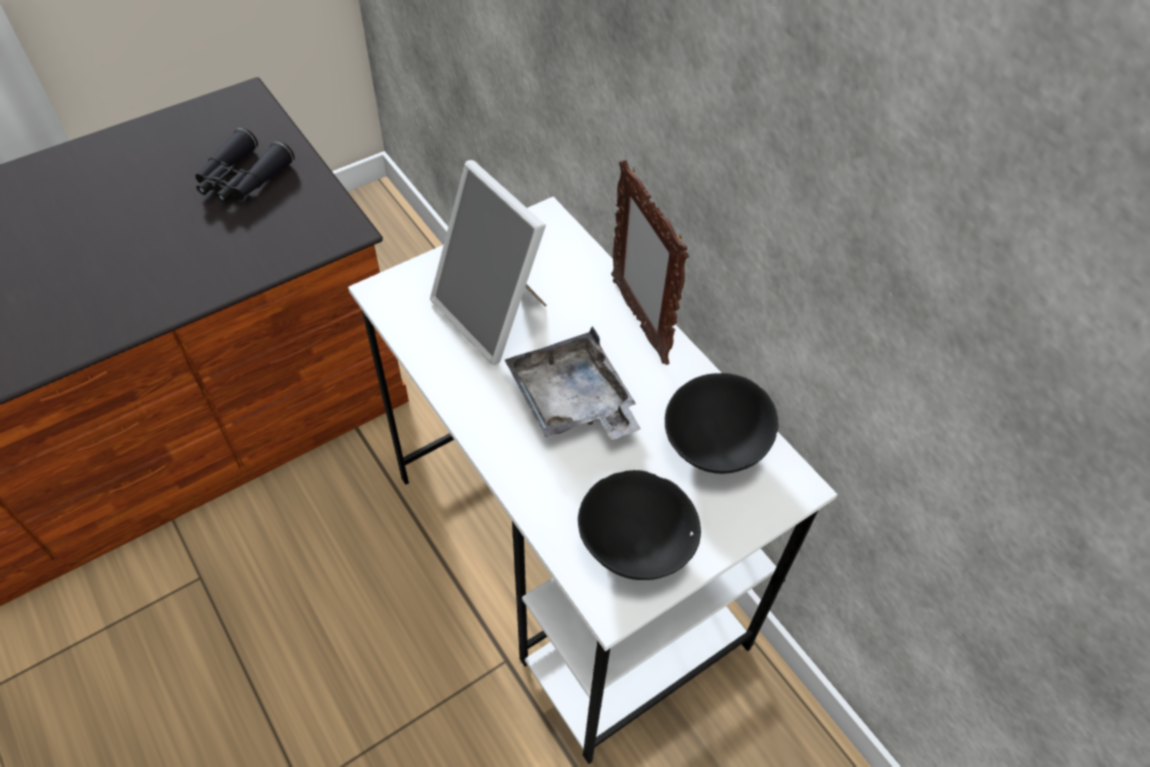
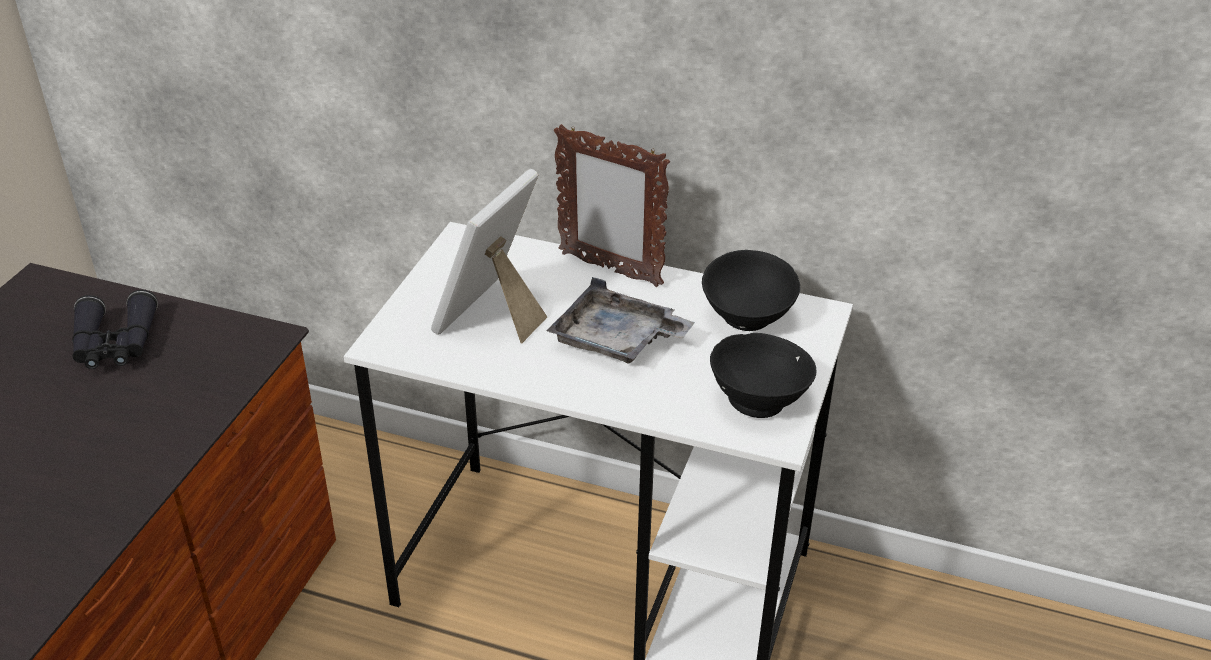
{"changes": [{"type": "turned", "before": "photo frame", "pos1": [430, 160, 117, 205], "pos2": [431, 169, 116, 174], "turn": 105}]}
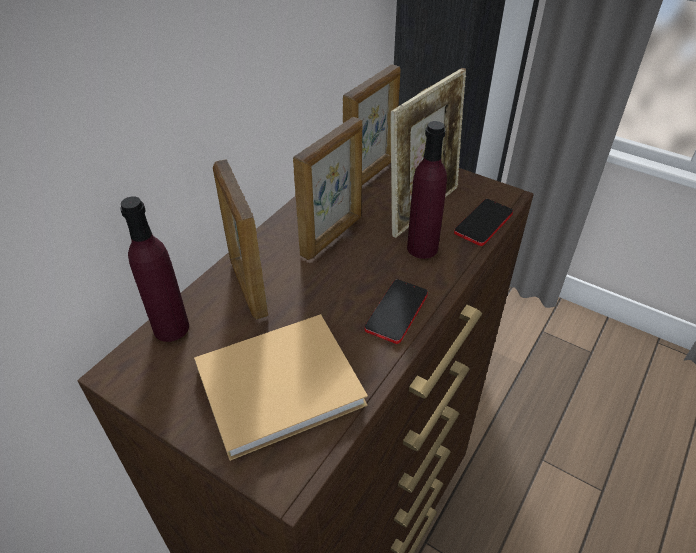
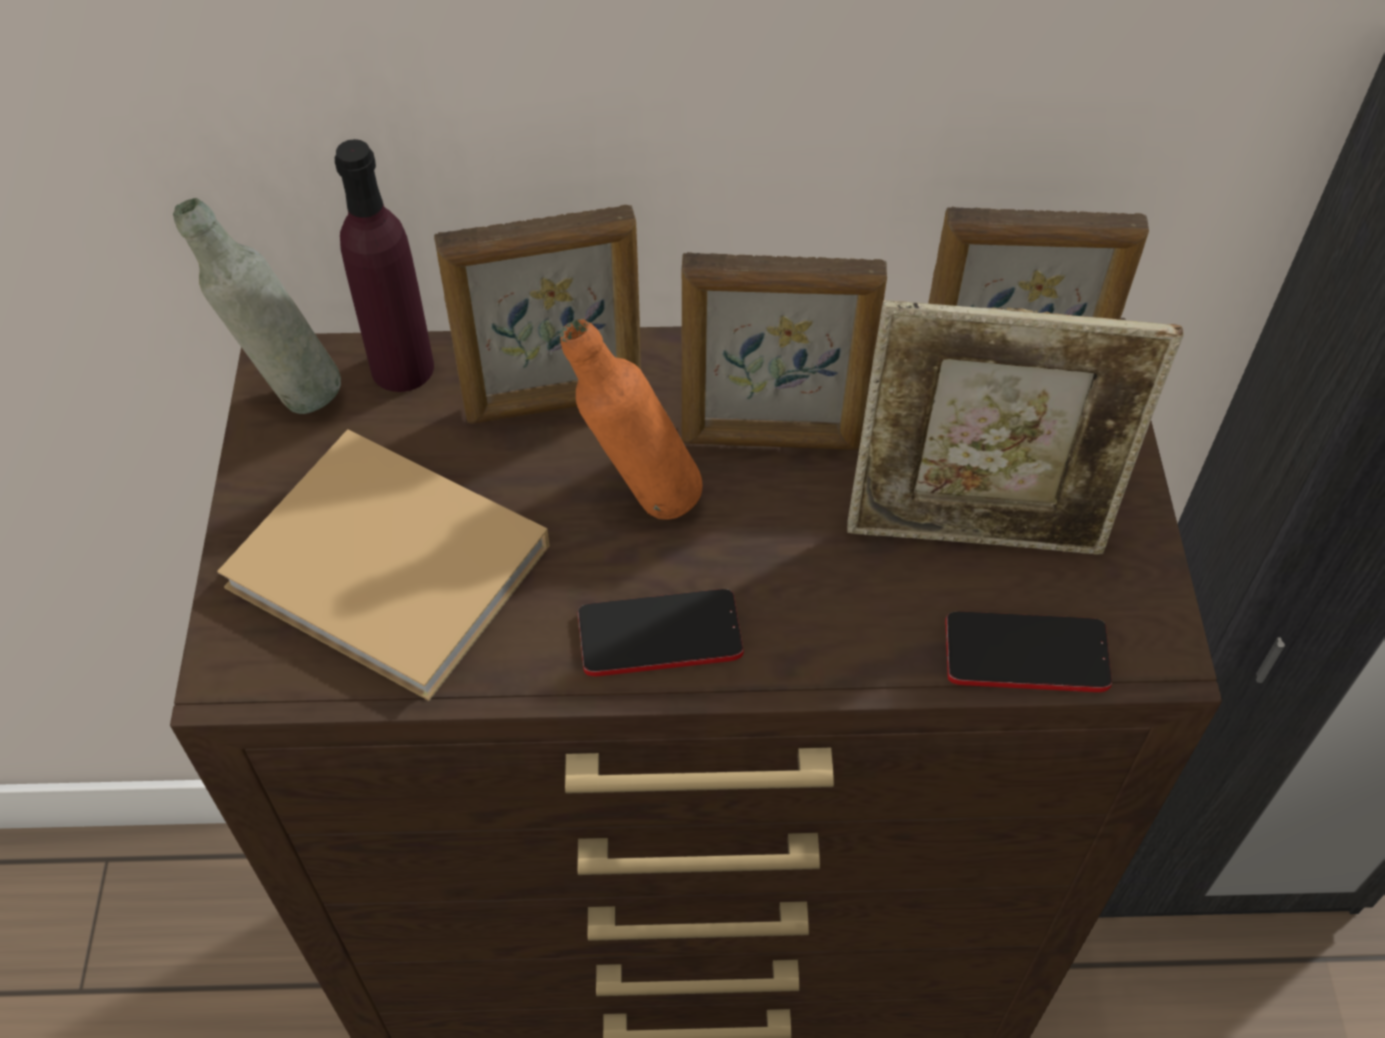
{"changes": [{"type": "removed", "before": "purple beverage bottle", "pos1": [407, 121, 40, 138]}, {"type": "added", "after": "greyish beverage bottle", "pos2": [173, 198, 168, 216]}, {"type": "added", "after": "orange beverage bottle", "pos2": [560, 319, 143, 201]}, {"type": "turned", "before": "photo frame", "pos1": [213, 159, 55, 160], "pos2": [434, 205, 207, 219], "turn": -135}]}
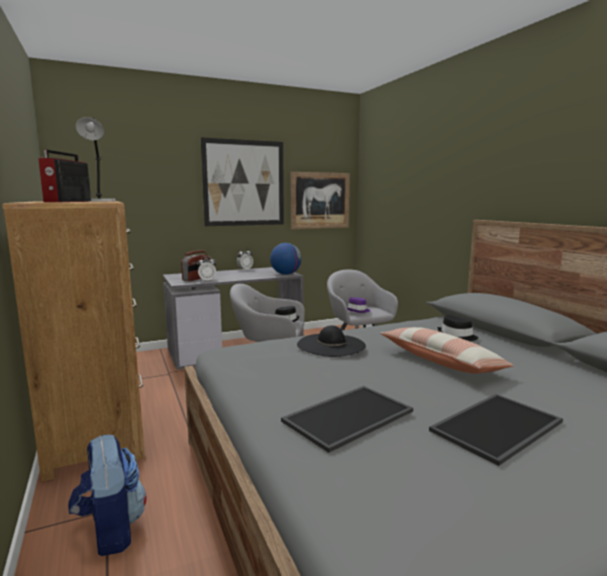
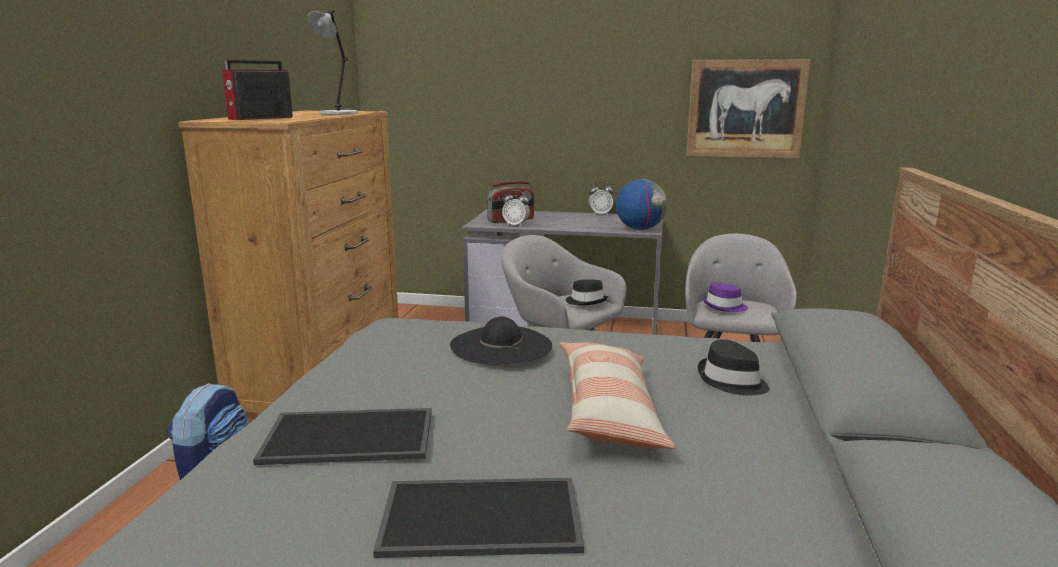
{"changes": [{"type": "removed", "before": "wall art", "pos1": [201, 137, 83, 89]}]}
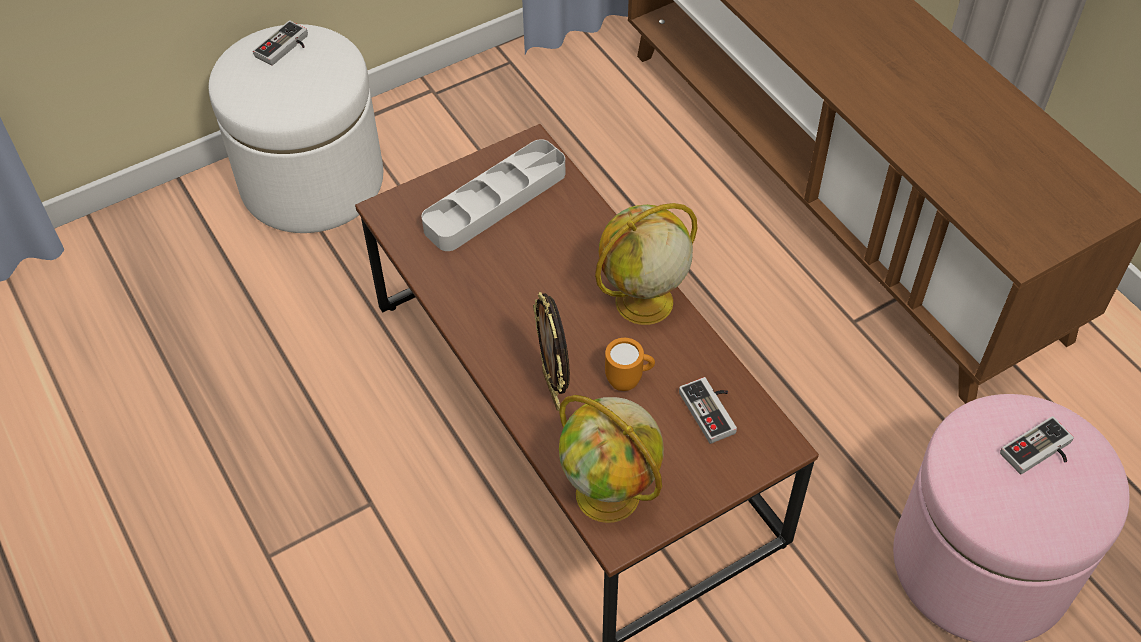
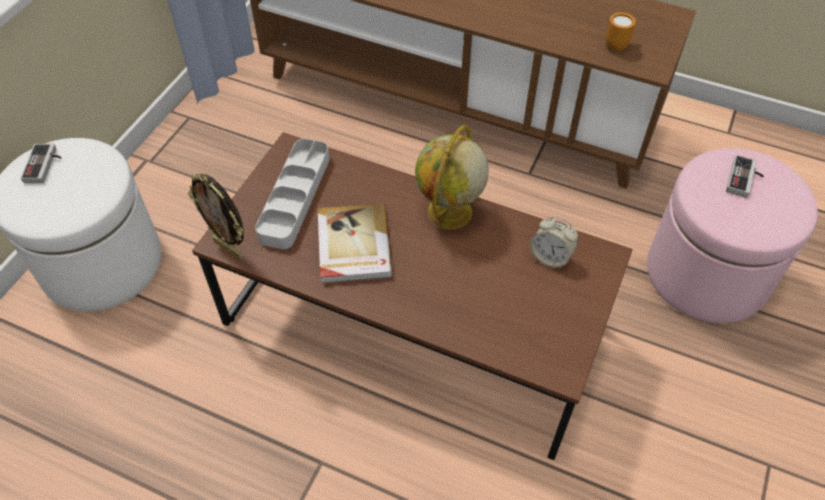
{"changes": [{"type": "removed", "before": "desk globe", "pos1": [559, 395, 105, 128]}, {"type": "added", "after": "book", "pos2": [318, 203, 75, 81]}, {"type": "moved", "before": "photo frame", "pos1": [533, 292, 37, 119], "pos2": [188, 174, 56, 86]}, {"type": "moved", "before": "orange tea mug", "pos1": [605, 338, 50, 53], "pos2": [606, 12, 30, 39]}, {"type": "replaced", "before": "game controller", "after": "table clock", "pos1": [679, 377, 58, 67], "pos2": [530, 216, 48, 52]}]}
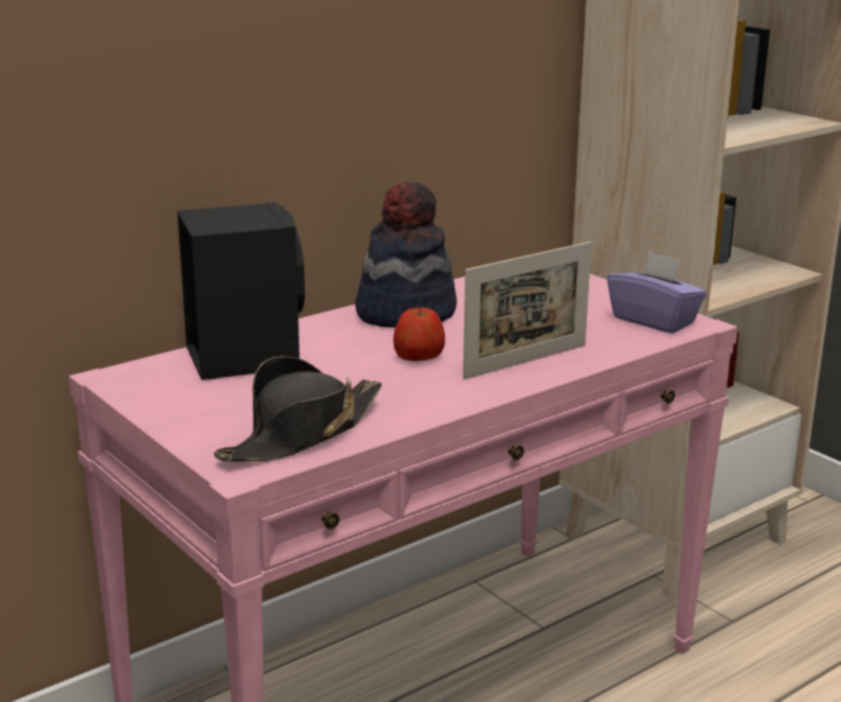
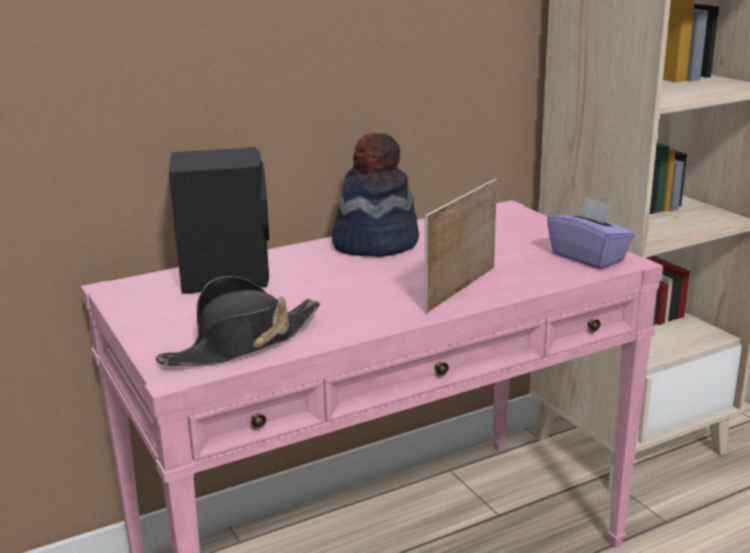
{"changes": [{"type": "removed", "before": "apple", "pos1": [393, 308, 52, 53]}, {"type": "turned", "before": "photo frame", "pos1": [463, 241, 129, 138], "pos2": [425, 178, 72, 135], "turn": 150}]}
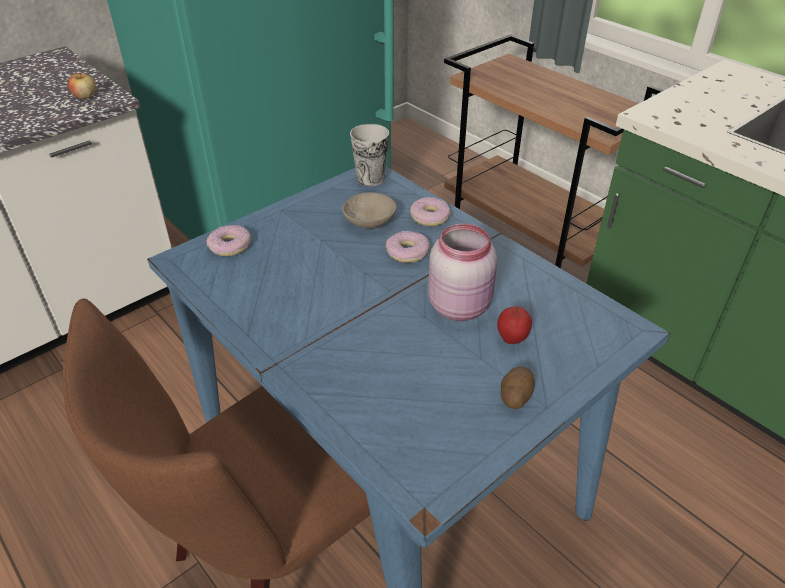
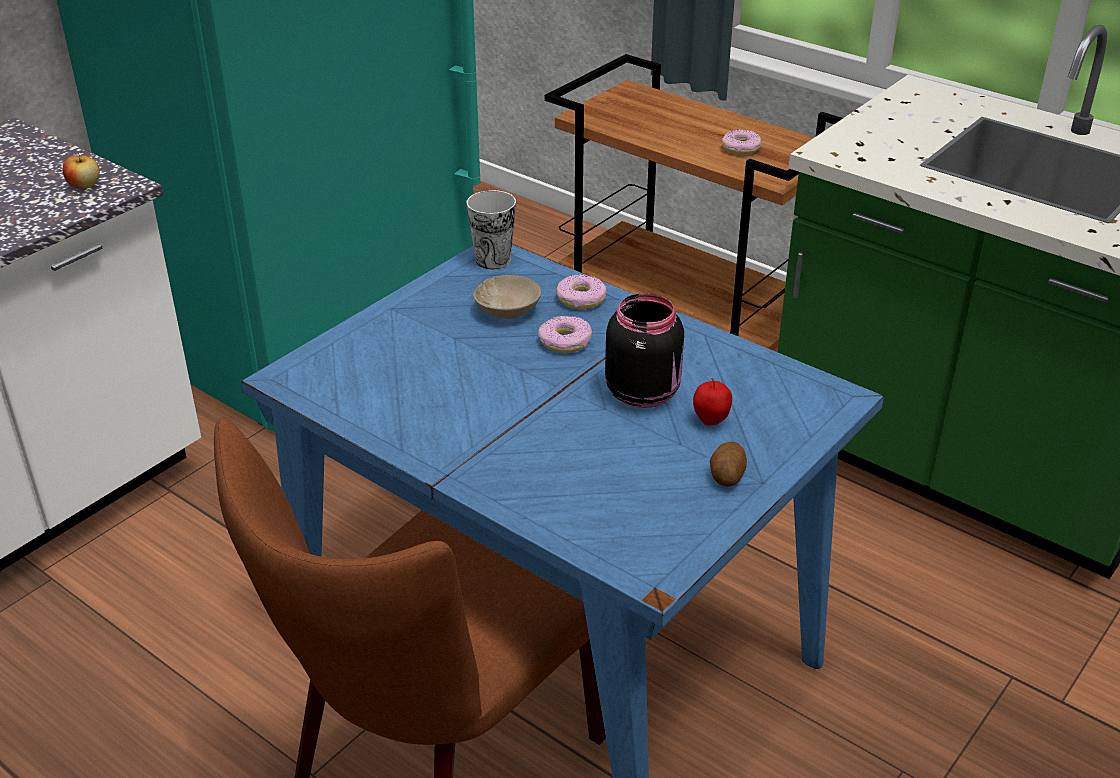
{"changes": [{"type": "moved", "before": "donut", "pos1": [207, 225, 44, 31], "pos2": [722, 129, 39, 26]}, {"type": "recoloured", "before": "pink-coloured jar", "after": "black-coloured jar", "pos1": [428, 223, 69, 98], "pos2": [605, 293, 79, 115]}]}
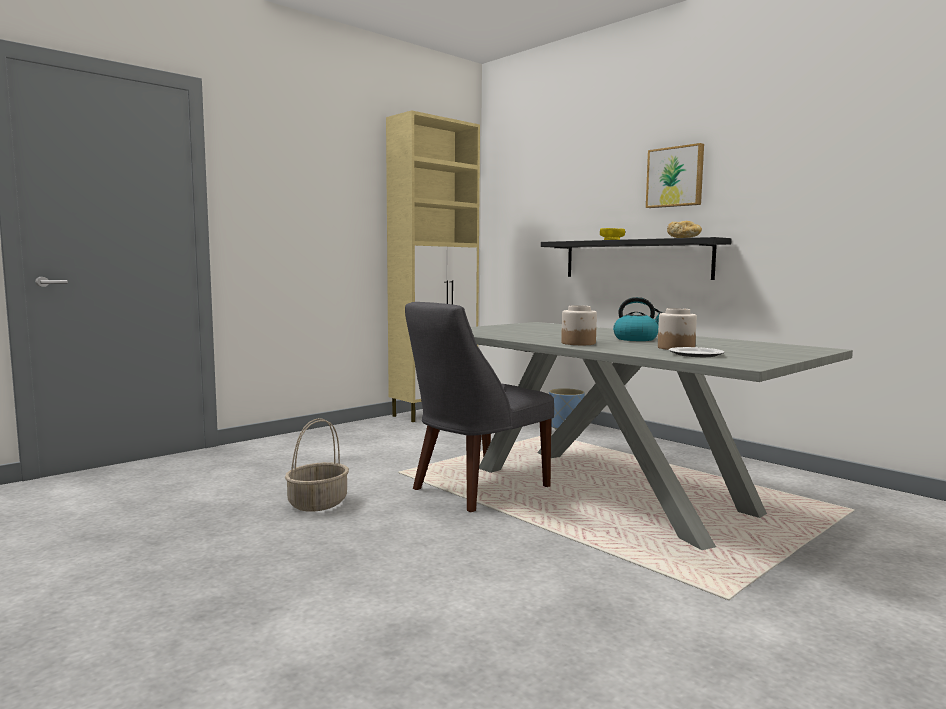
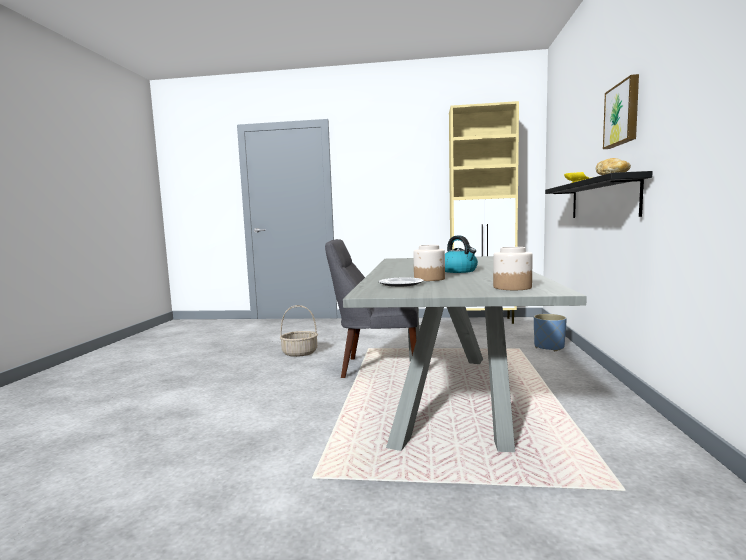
{"changes": [{"type": "moved", "before": "jar", "pos1": [561, 305, 36, 40], "pos2": [493, 247, 40, 43]}]}
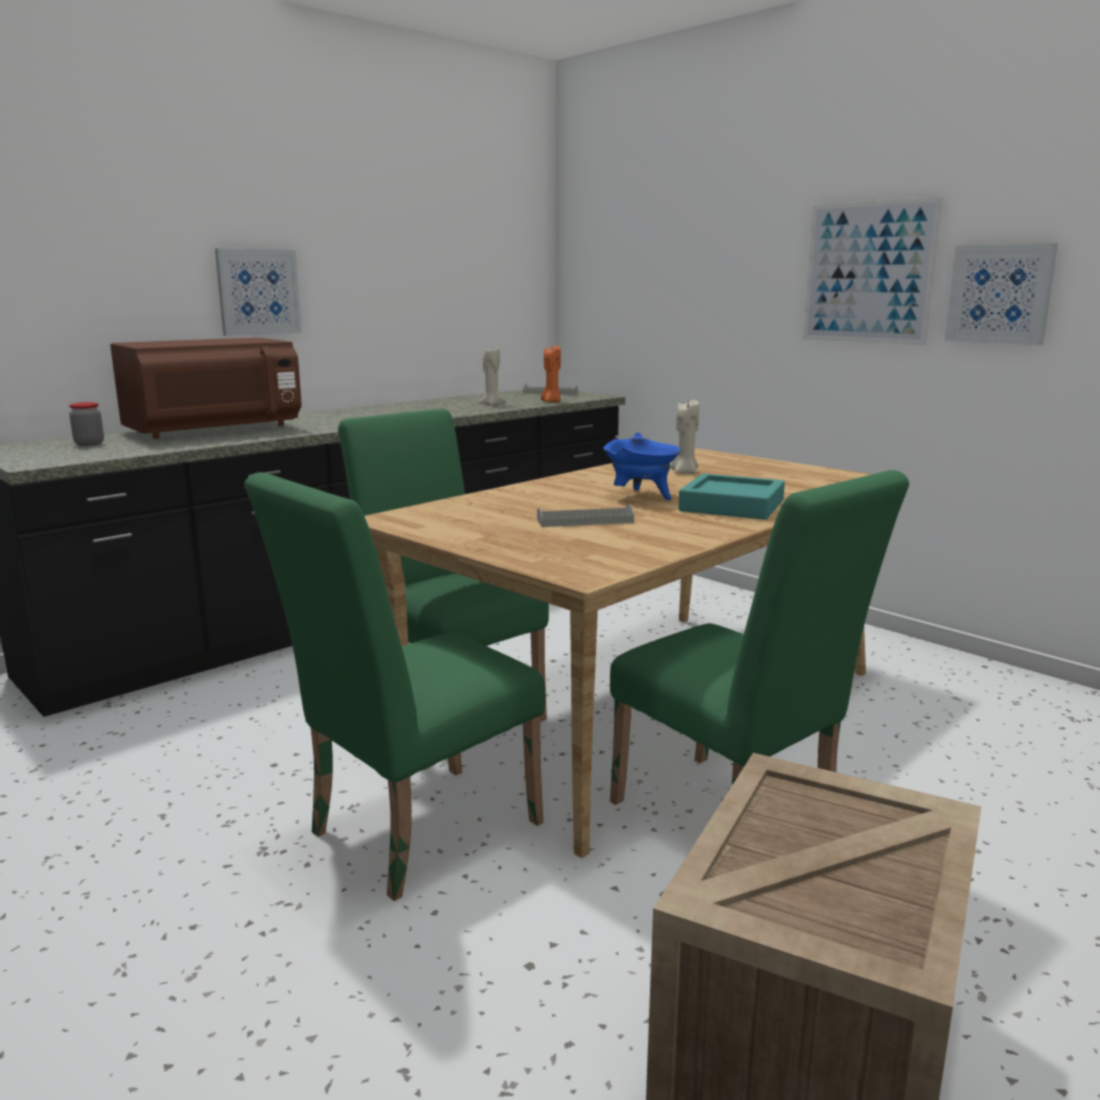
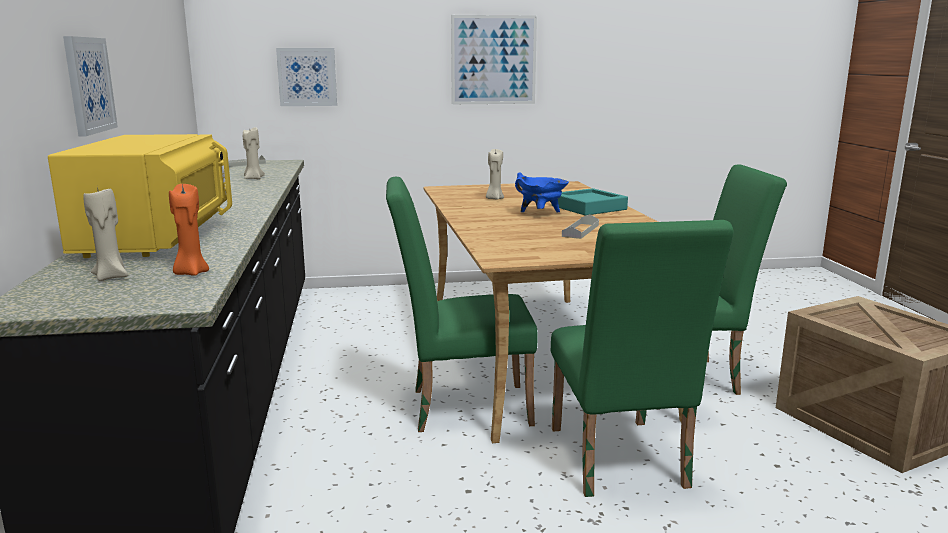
{"changes": [{"type": "moved", "before": "orange wax candle", "pos1": [541, 346, 20, 57], "pos2": [169, 184, 40, 92]}, {"type": "moved", "before": "wall art", "pos1": [945, 243, 113, 102], "pos2": [276, 48, 61, 58]}, {"type": "replaced", "before": "jar", "after": "beige-coloured wax candle", "pos1": [69, 402, 35, 44], "pos2": [83, 187, 45, 94]}, {"type": "recoloured", "before": "brownish kitchen microwave", "after": "yellowish kitchen microwave", "pos1": [110, 338, 192, 101], "pos2": [48, 134, 184, 124]}]}
